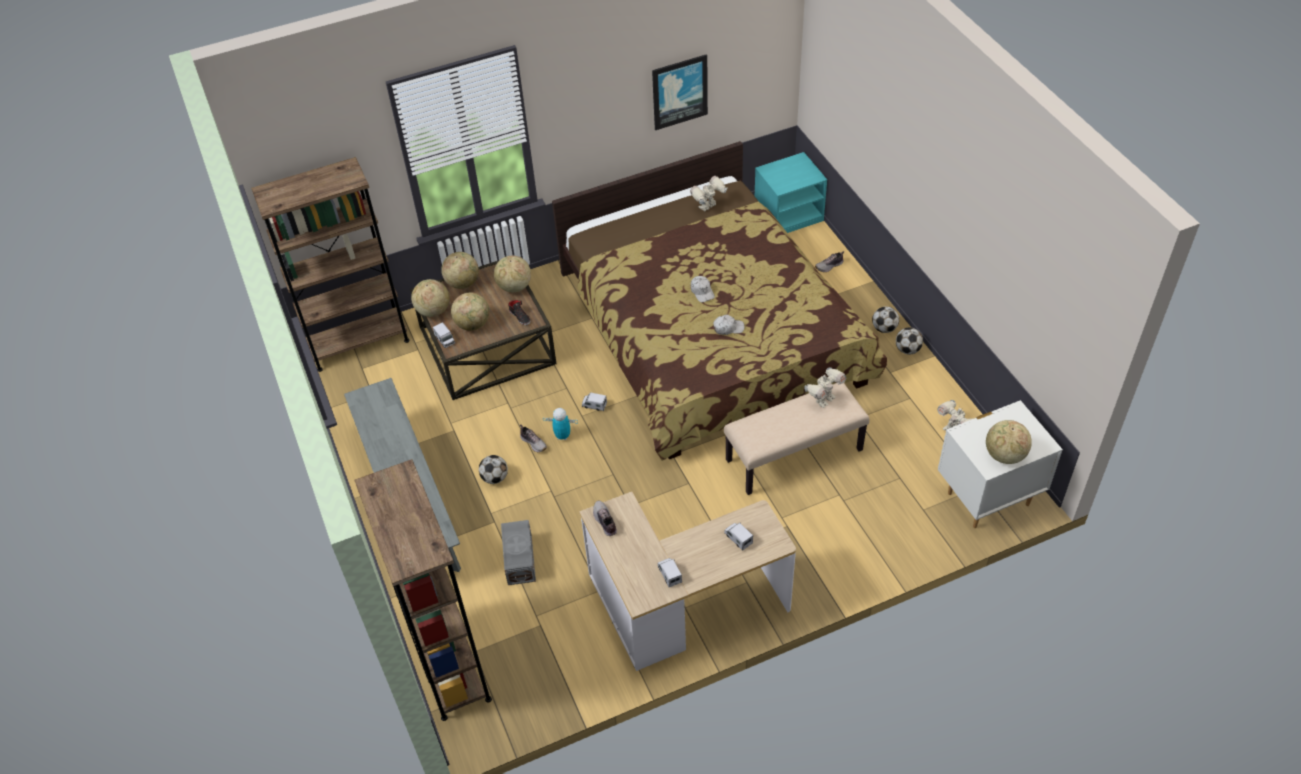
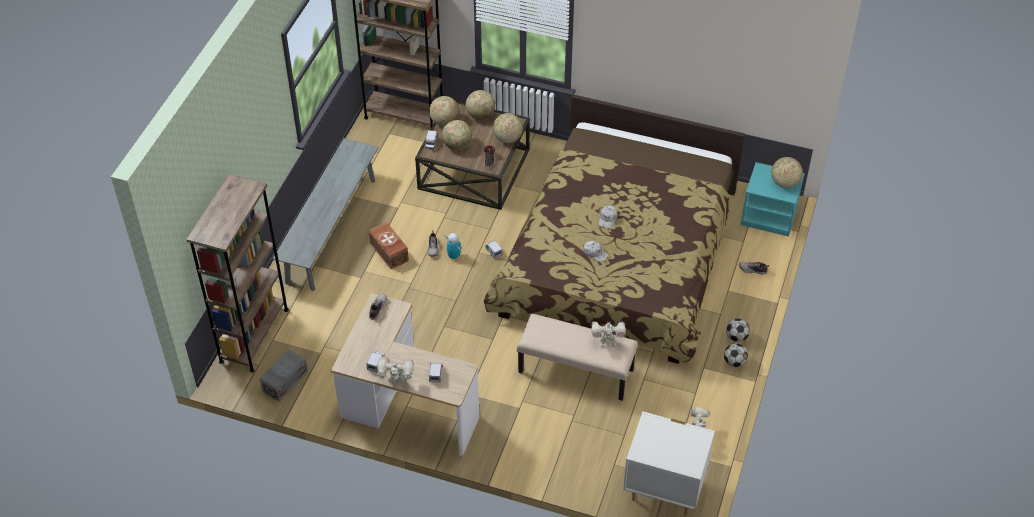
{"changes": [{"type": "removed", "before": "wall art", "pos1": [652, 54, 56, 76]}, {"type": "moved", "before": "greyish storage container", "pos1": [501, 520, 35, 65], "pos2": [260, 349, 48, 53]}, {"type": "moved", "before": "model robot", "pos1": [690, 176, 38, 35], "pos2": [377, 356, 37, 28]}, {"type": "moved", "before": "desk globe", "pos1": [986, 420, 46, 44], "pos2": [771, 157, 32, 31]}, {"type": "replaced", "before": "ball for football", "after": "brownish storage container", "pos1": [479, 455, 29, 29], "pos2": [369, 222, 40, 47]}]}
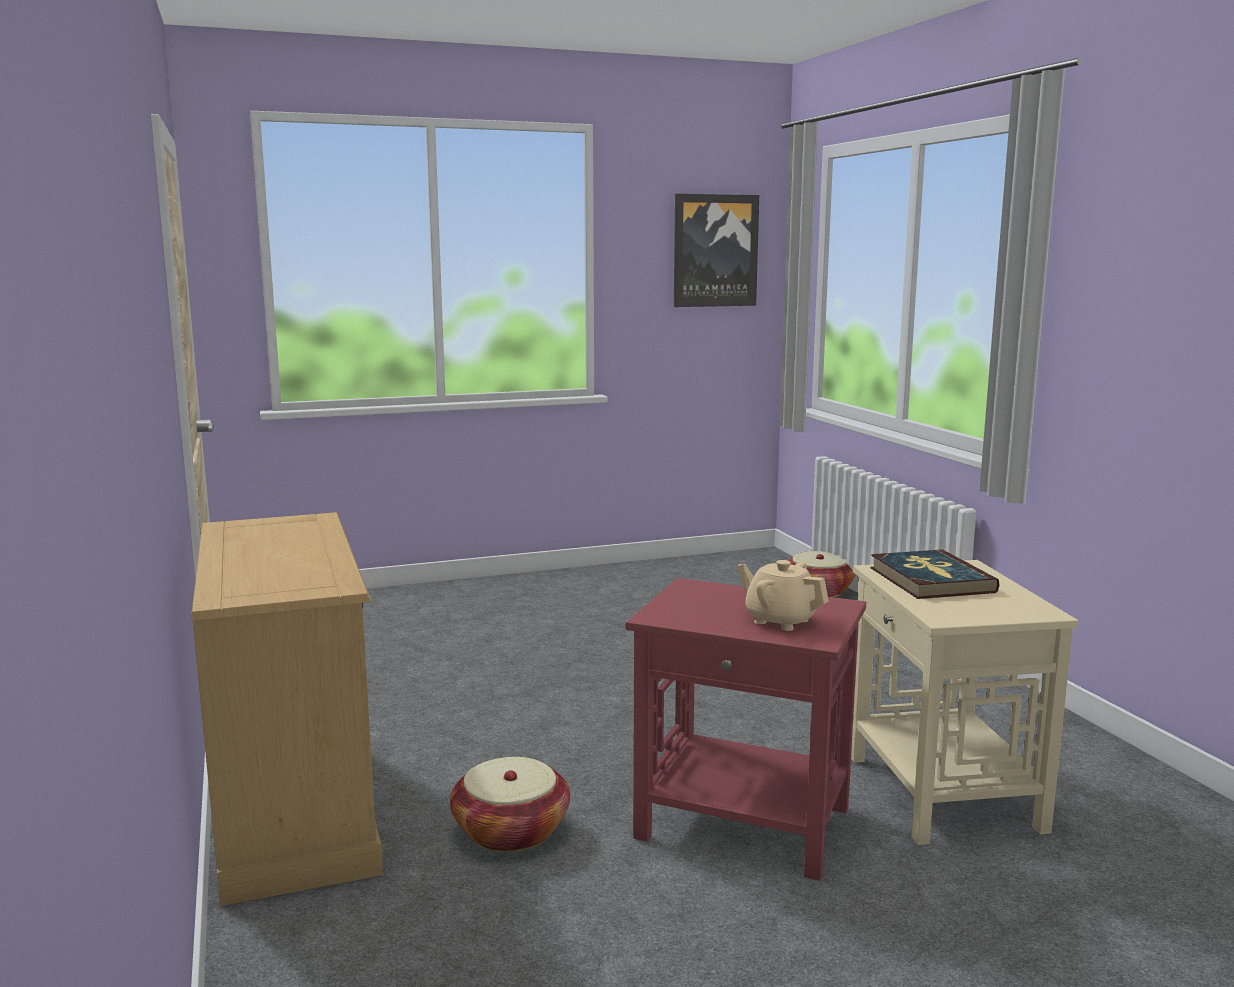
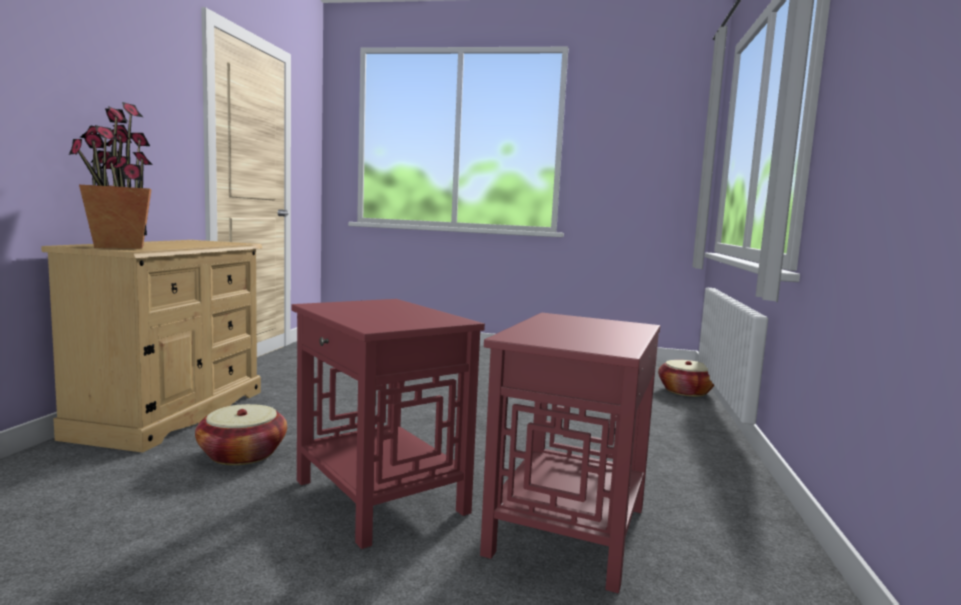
{"changes": [{"type": "removed", "before": "wall art", "pos1": [674, 194, 85, 113]}, {"type": "removed", "before": "beige-coloured pot for tea", "pos1": [737, 560, 92, 71]}, {"type": "removed", "before": "book", "pos1": [870, 549, 129, 50]}, {"type": "added", "after": "potted plant", "pos2": [69, 102, 84, 147]}, {"type": "recoloured", "before": "beige-coloured accent table", "after": "reddish accent table", "pos1": [851, 560, 227, 285], "pos2": [480, 313, 180, 280]}]}
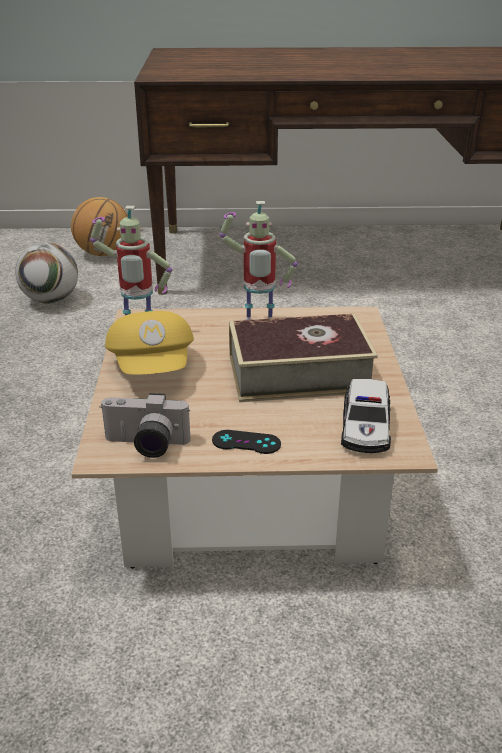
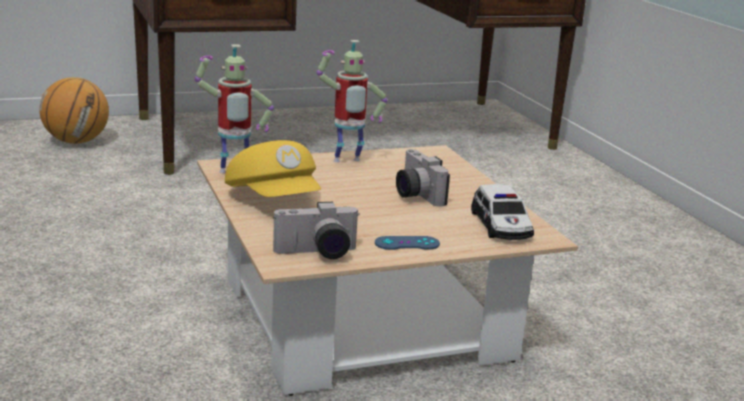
{"changes": [{"type": "removed", "before": "ball for football", "pos1": [15, 242, 63, 62]}, {"type": "replaced", "before": "book", "after": "still camera", "pos1": [229, 314, 149, 88], "pos2": [396, 149, 54, 58]}, {"type": "recoloured", "before": "black-coloured game controller", "after": "bluish game controller", "pos1": [212, 430, 69, 24], "pos2": [375, 236, 65, 14]}]}
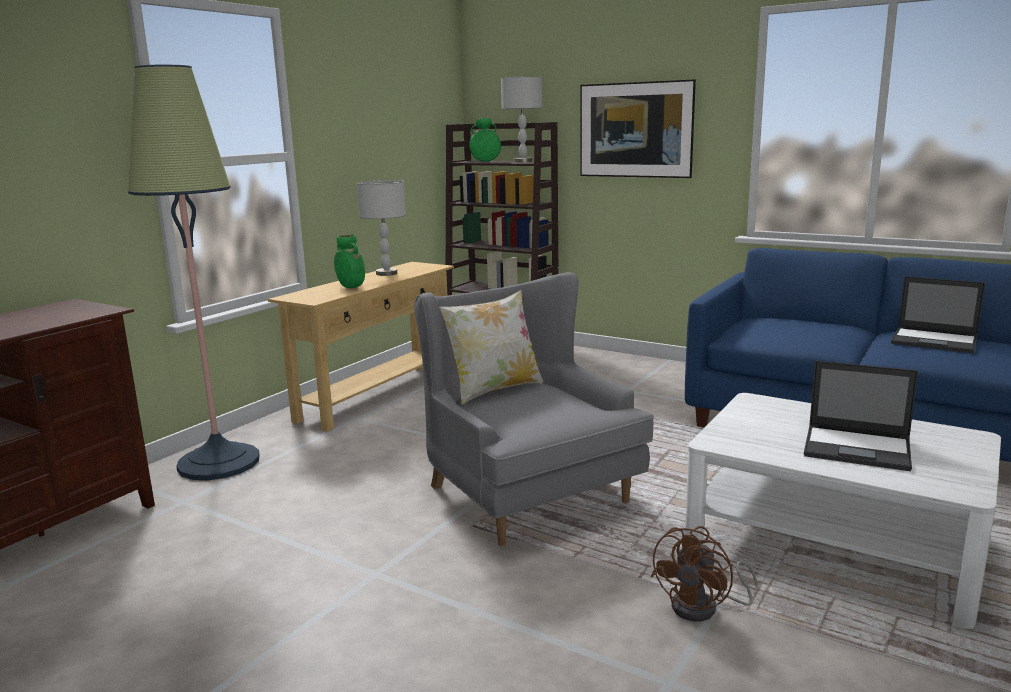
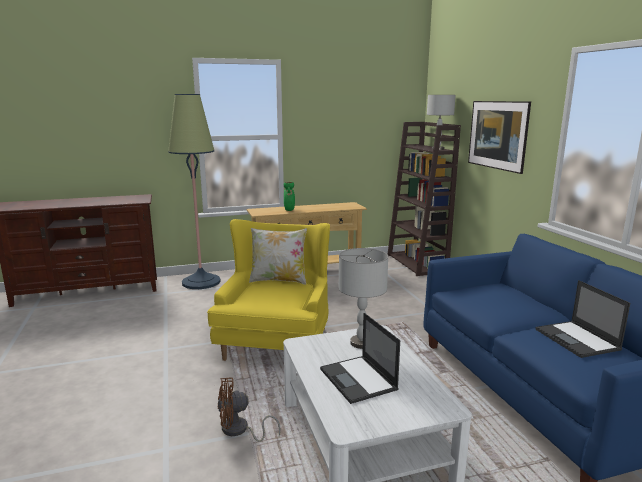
{"changes": [{"type": "removed", "before": "green decorative vase", "pos1": [469, 118, 32, 44]}, {"type": "moved", "before": "greyish table lamp", "pos1": [357, 180, 49, 96], "pos2": [338, 248, 50, 101]}, {"type": "recoloured", "before": "greyish lounge chair", "after": "yellowish lounge chair", "pos1": [414, 272, 240, 274], "pos2": [207, 219, 123, 142]}]}
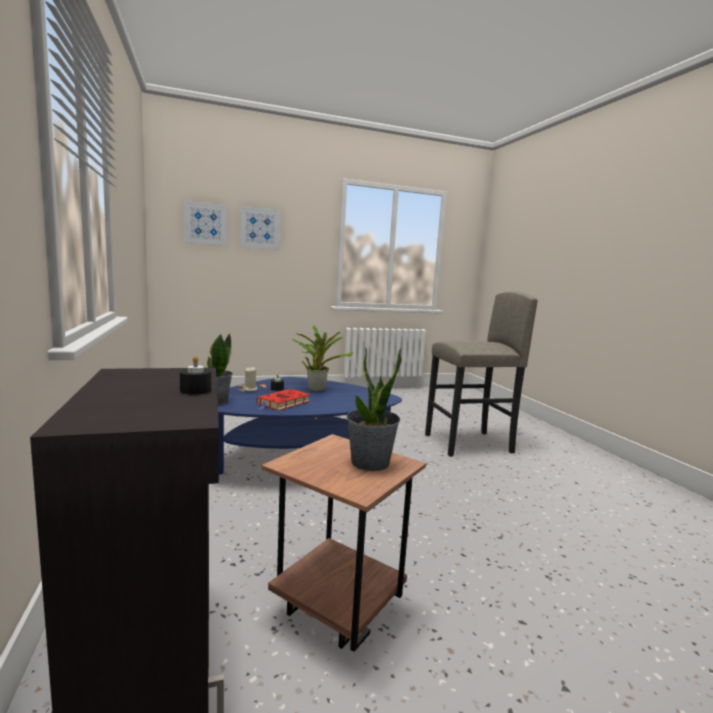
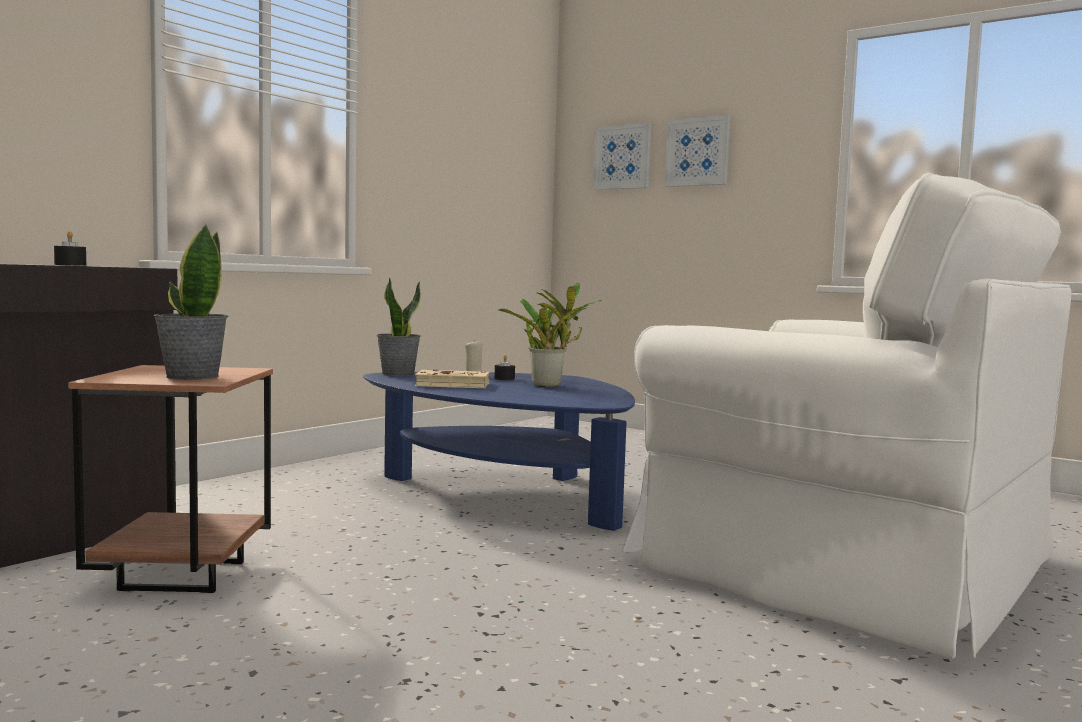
{"changes": [{"type": "replaced", "before": "greyish stool seat", "after": "white lounge chair", "pos1": [425, 291, 113, 166], "pos2": [622, 172, 450, 487]}, {"type": "recoloured", "before": "reddish book", "after": "beige-coloured book", "pos1": [257, 389, 54, 22], "pos2": [405, 370, 85, 18]}]}
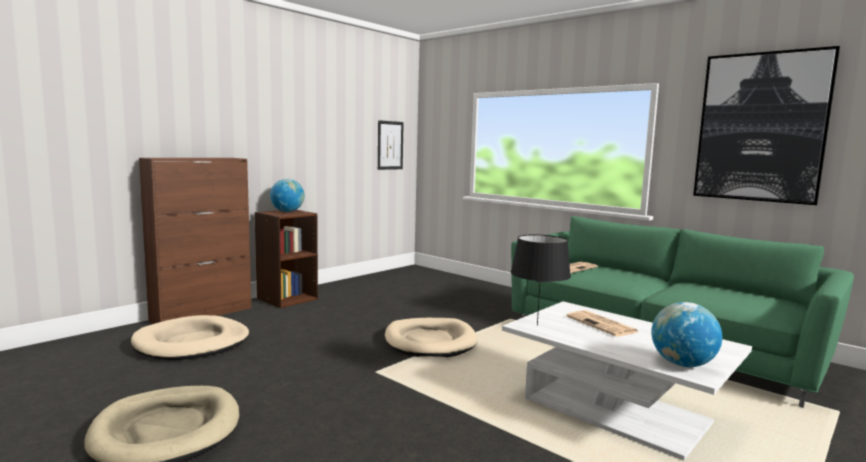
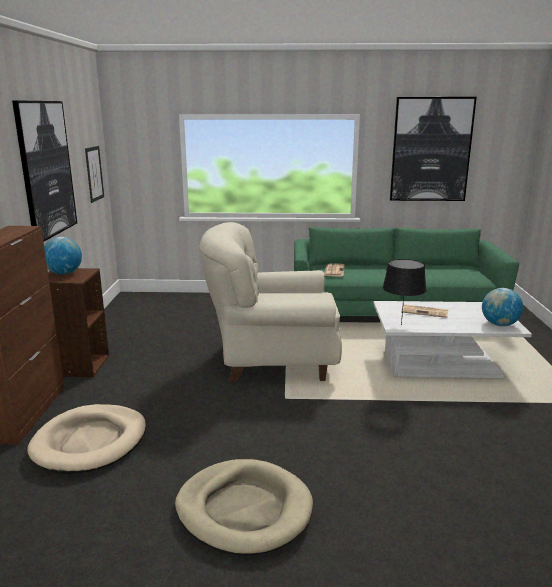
{"changes": [{"type": "added", "after": "wall art", "pos2": [12, 100, 65, 142]}, {"type": "replaced", "before": "beige-coloured dog bed", "after": "beige-coloured lounge chair", "pos1": [385, 318, 92, 39], "pos2": [199, 222, 143, 160]}]}
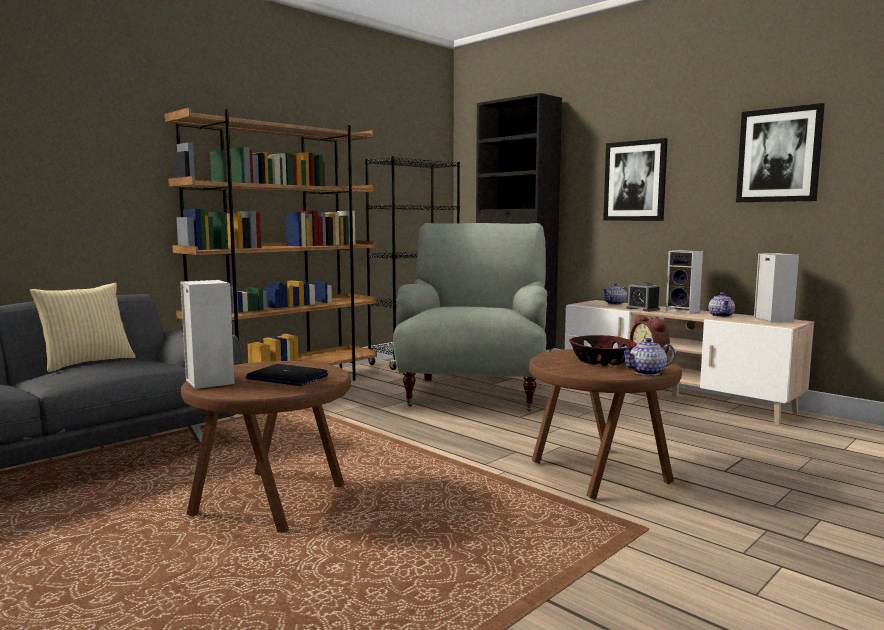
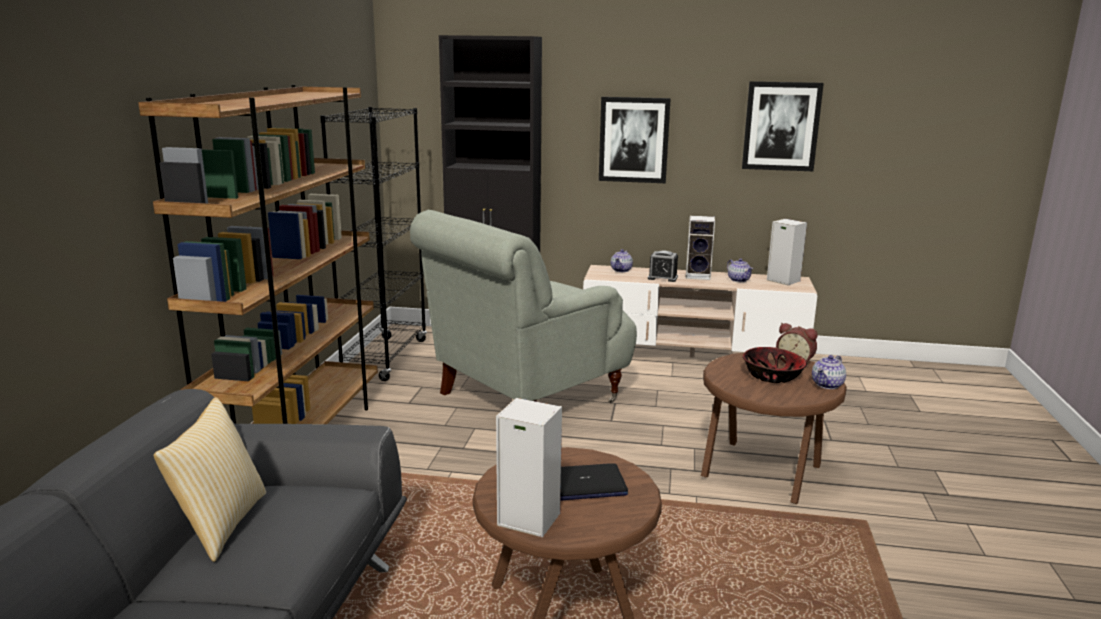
{"changes": [{"type": "turned", "before": "greyish lounge chair", "pos1": [393, 223, 155, 189], "pos2": [410, 210, 227, 193], "turn": -105}]}
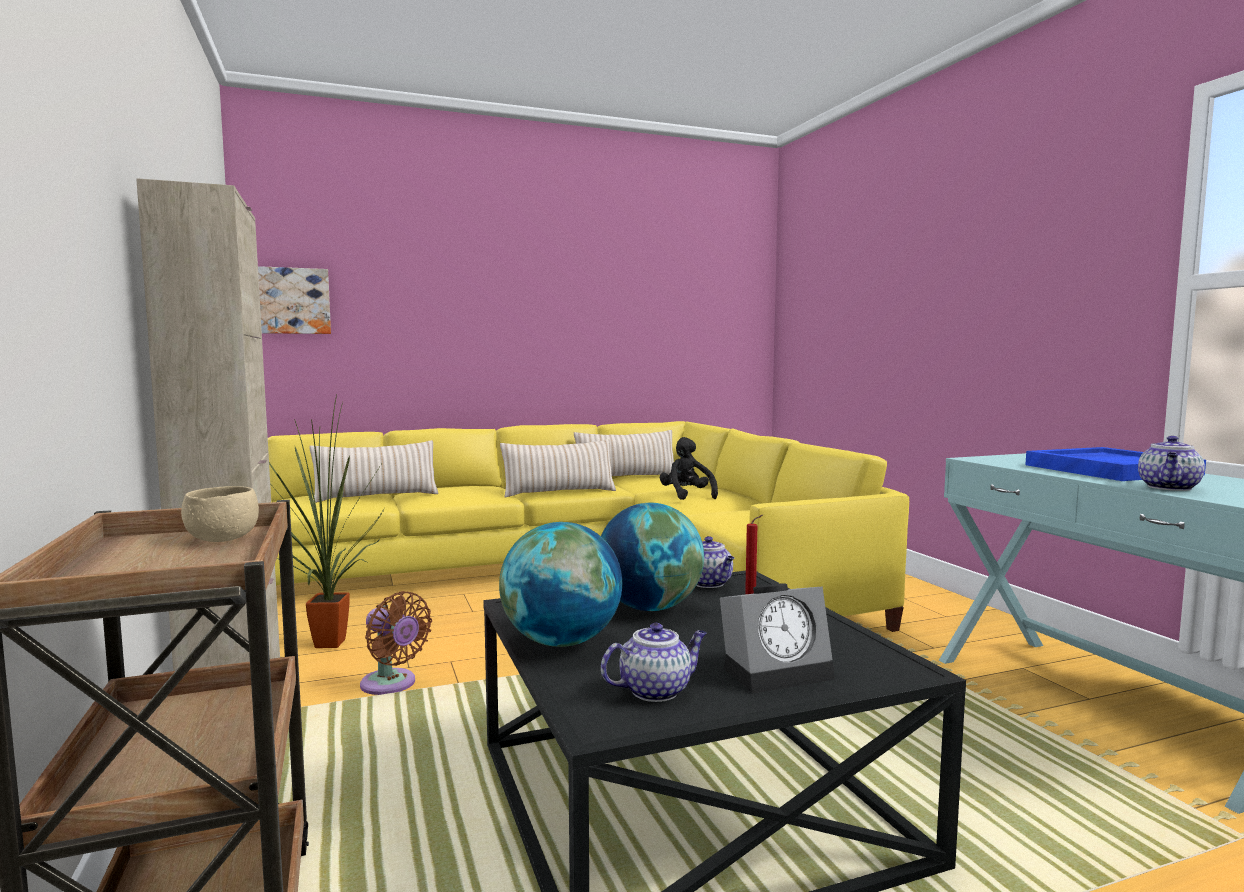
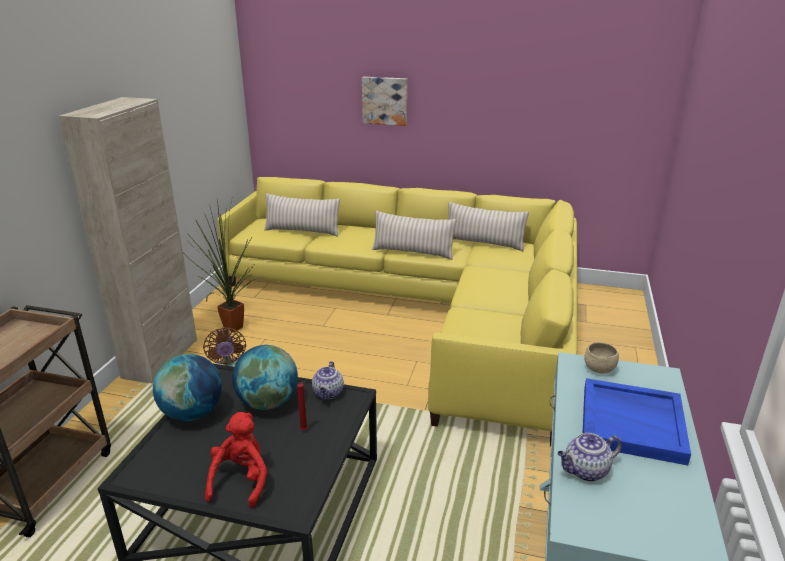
{"changes": [{"type": "removed", "before": "pot for tea", "pos1": [601, 623, 106, 79]}, {"type": "removed", "before": "black-coloured cuddly toy", "pos1": [660, 437, 58, 63]}, {"type": "moved", "before": "beige-coloured bowl", "pos1": [181, 486, 78, 56], "pos2": [584, 342, 35, 32]}, {"type": "moved", "before": "wall art", "pos1": [258, 266, 73, 68], "pos2": [362, 77, 45, 49]}, {"type": "replaced", "before": "table clock", "after": "reddish cuddly toy", "pos1": [720, 583, 115, 111], "pos2": [205, 412, 62, 96]}]}
